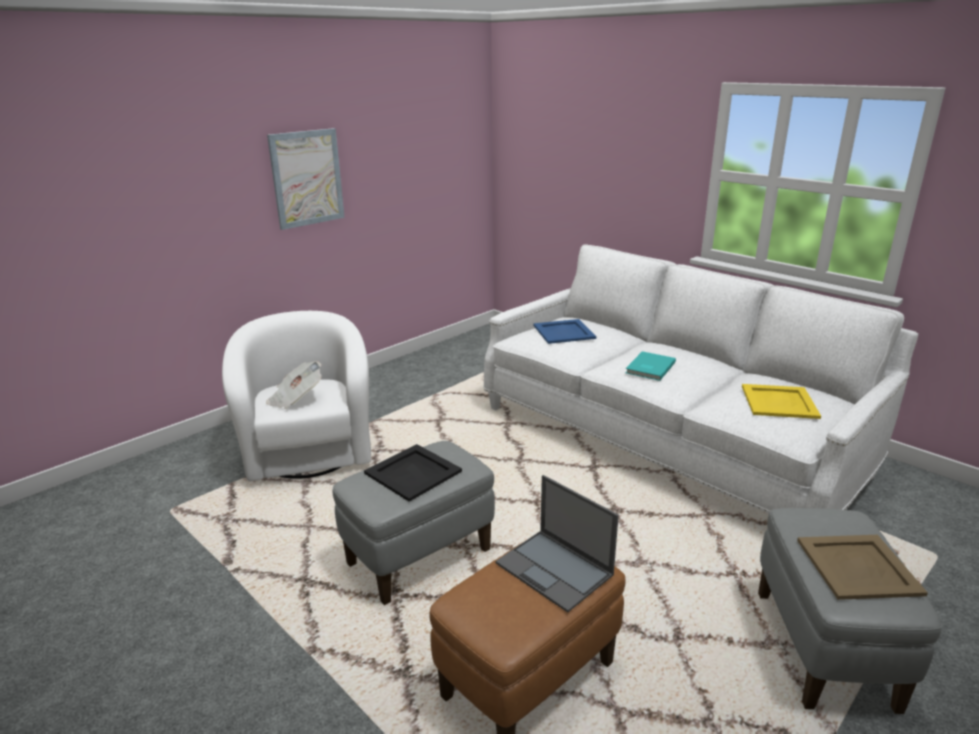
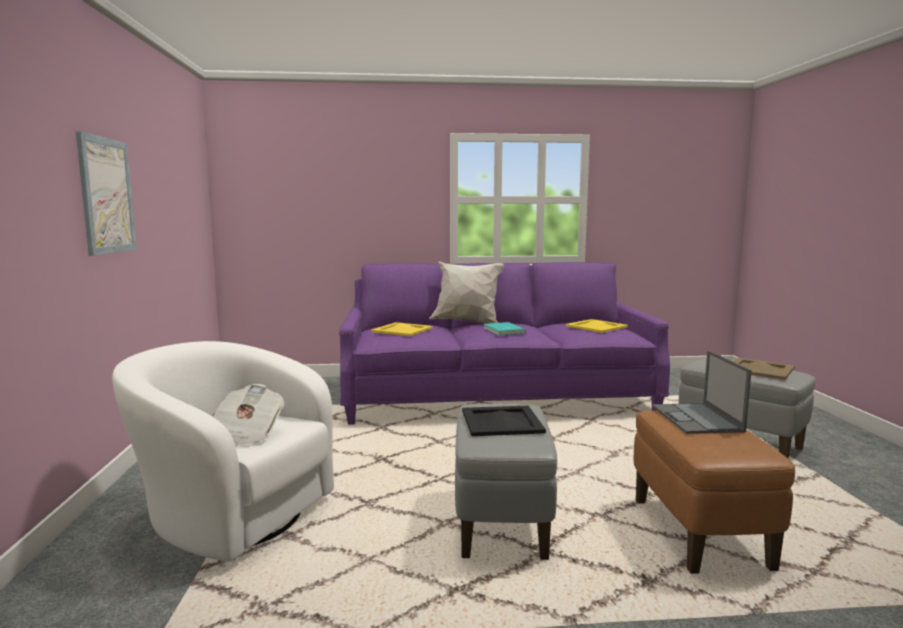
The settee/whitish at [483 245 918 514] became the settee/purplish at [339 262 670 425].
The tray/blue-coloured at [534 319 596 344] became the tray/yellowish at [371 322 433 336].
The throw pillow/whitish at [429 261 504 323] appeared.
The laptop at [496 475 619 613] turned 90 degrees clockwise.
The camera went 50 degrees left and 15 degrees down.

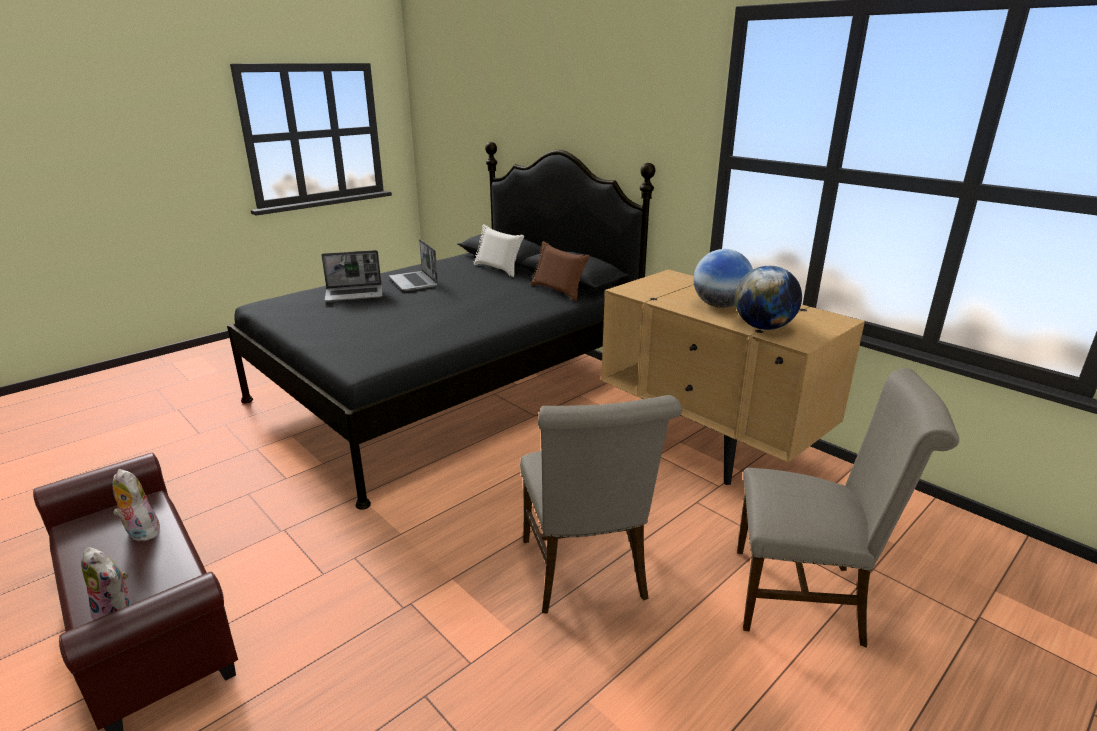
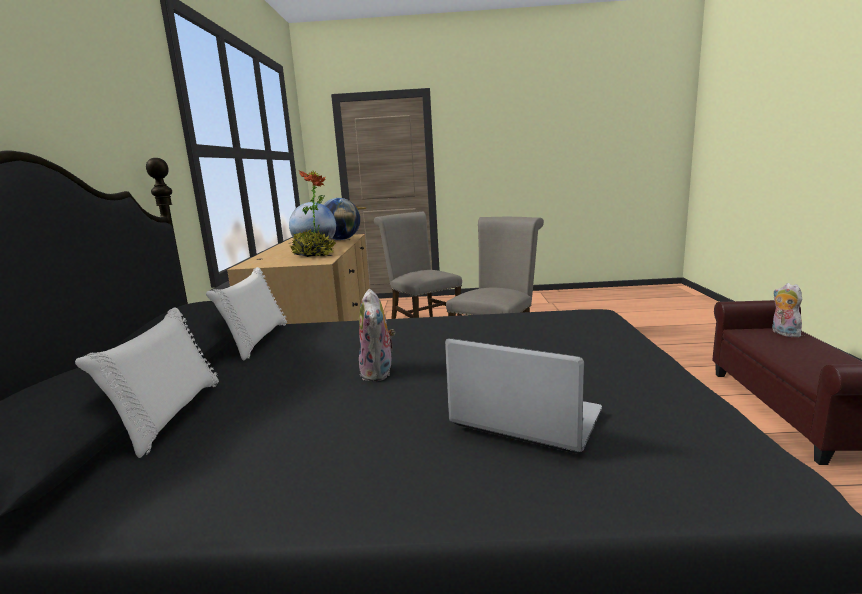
The throw pillow/brown-coloured at [530 241 590 301] became the throw pillow/whitish at [206 267 287 360].
The houseplant at [288 171 336 257] appeared.
The cuddly toy moved from [112 469 160 542] to [359 289 395 382].
The laptop at [389 239 438 291] disappeared.
The camera went 135 degrees left and 10 degrees down.

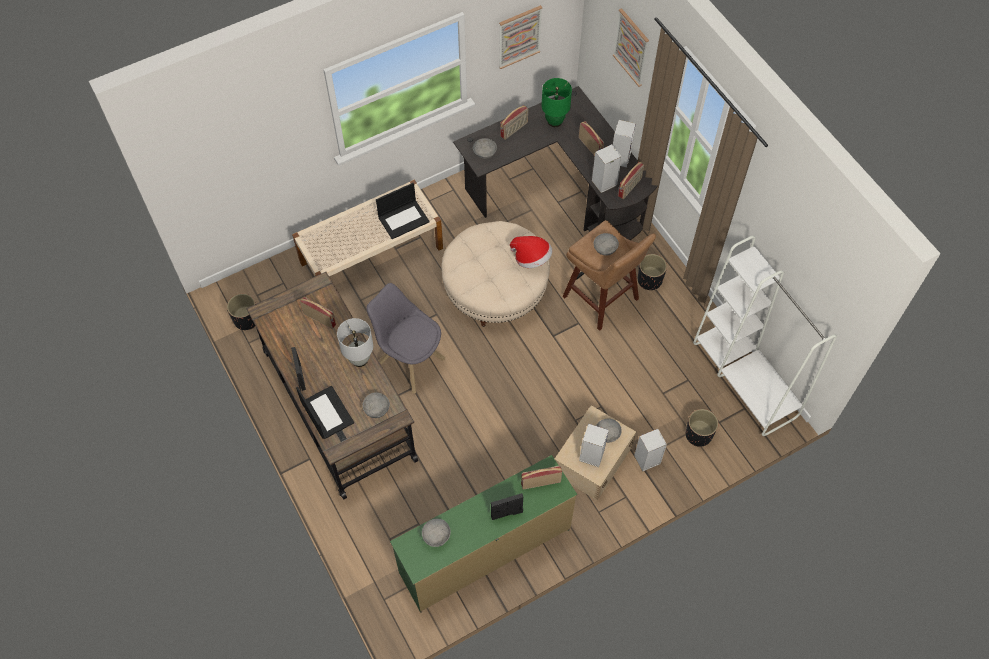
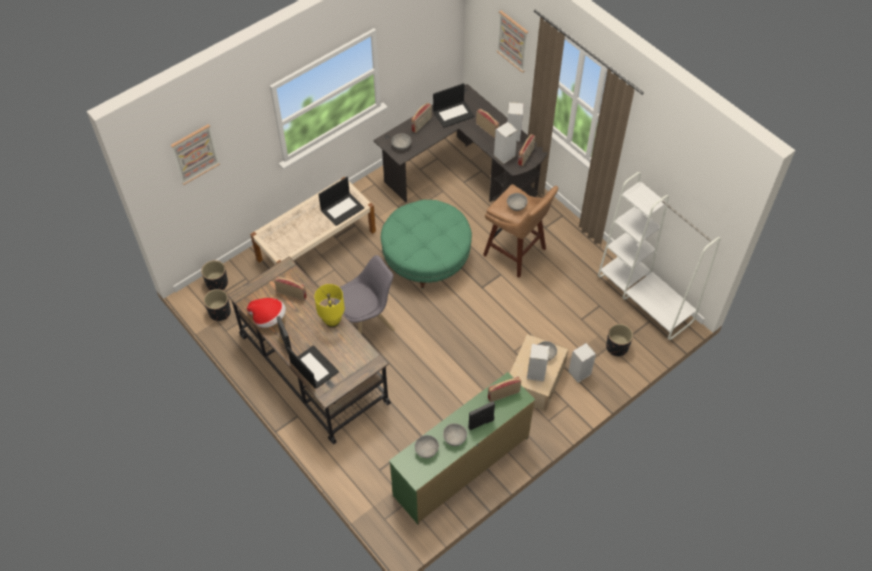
The wall picture moved from [499 5 543 69] to [171 124 220 185].
The flower pot/black moved from [638 254 667 290] to [201 260 228 291].
The wearable hat moved from [510 236 552 268] to [247 298 286 328].
The tabletop lamp/whitish at [337 318 373 367] became the tabletop lamp/yellowish at [314 284 345 327].
The upright chair/gray at [366 283 445 394] turned 120 degrees clockwise.
The pouffe/beige-coloured at [441 221 550 327] became the pouffe/green at [381 200 472 289].
The tabletop lamp/green at [542 78 572 127] was replaced by the laptop at [433 83 475 128].
The serving bowl/gray moved from [363 392 390 418] to [443 423 467 446].
The camera went 10 degrees left and 5 degrees down.

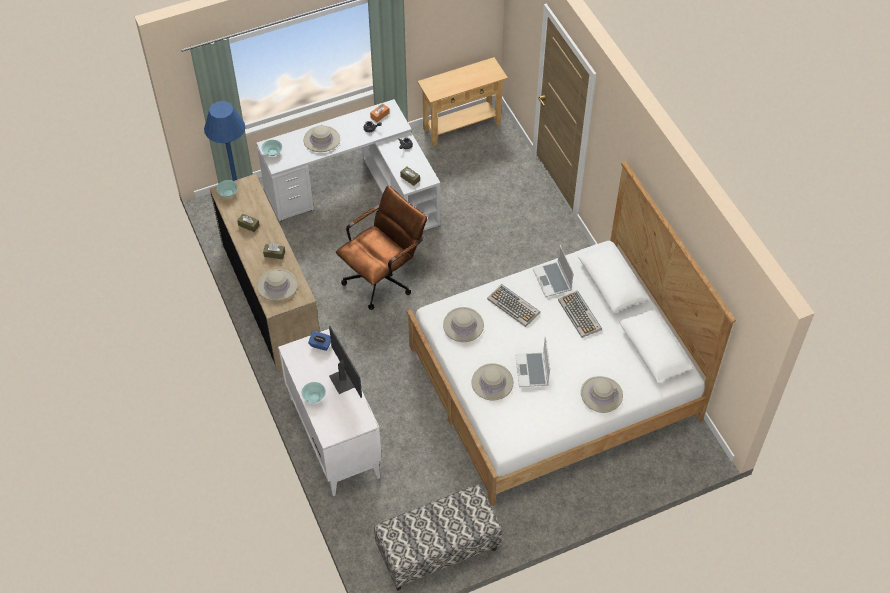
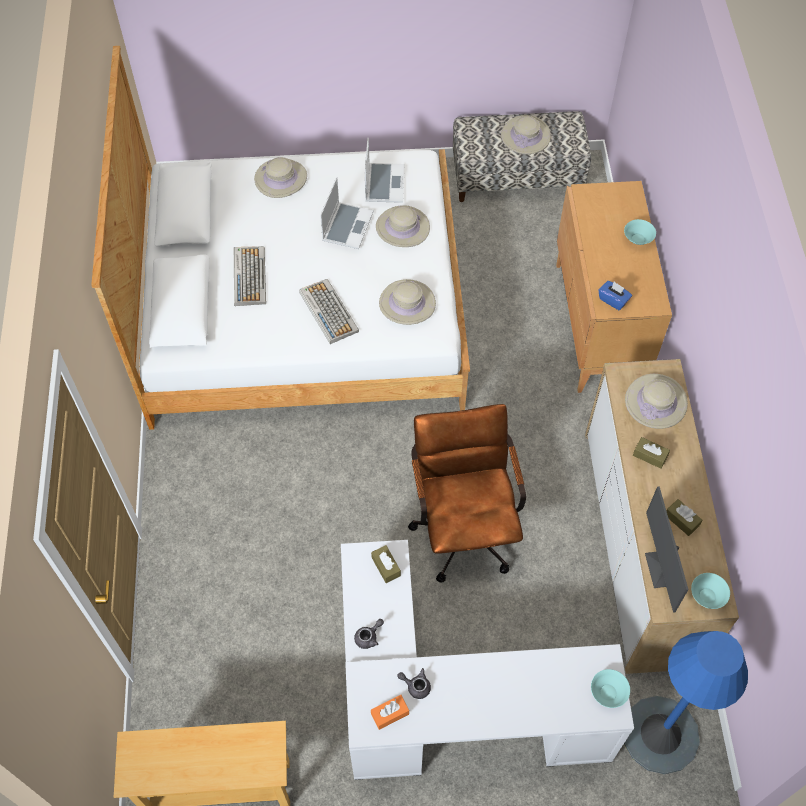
The laptop moved from [533 245 574 297] to [365 137 405 203].
The office chair/brown-coloured at [336 186 427 310] turned 105 degrees clockwise.
The wearable hat/beige-coloured moved from [303 125 340 152] to [501 115 551 154].
The cupboard/whitish at [278 329 382 496] became the cupboard/brown-coloured at [556 181 672 393].
The computer display moved from [329 326 362 398] to [645 486 689 613].
The camera went 160 degrees left and 5 degrees up.

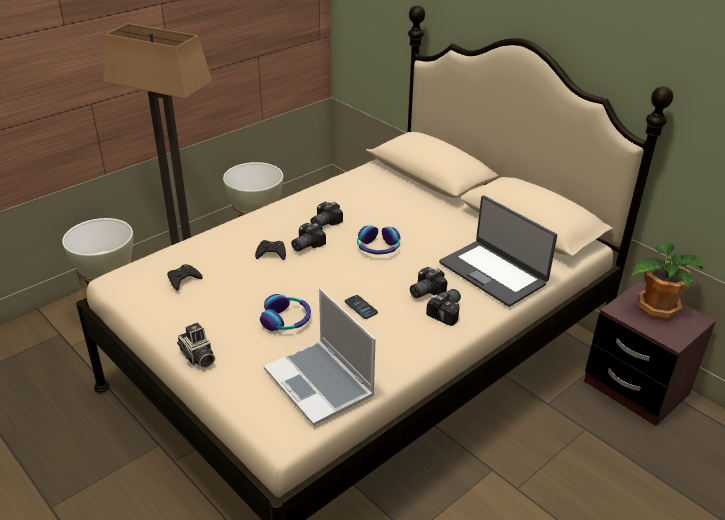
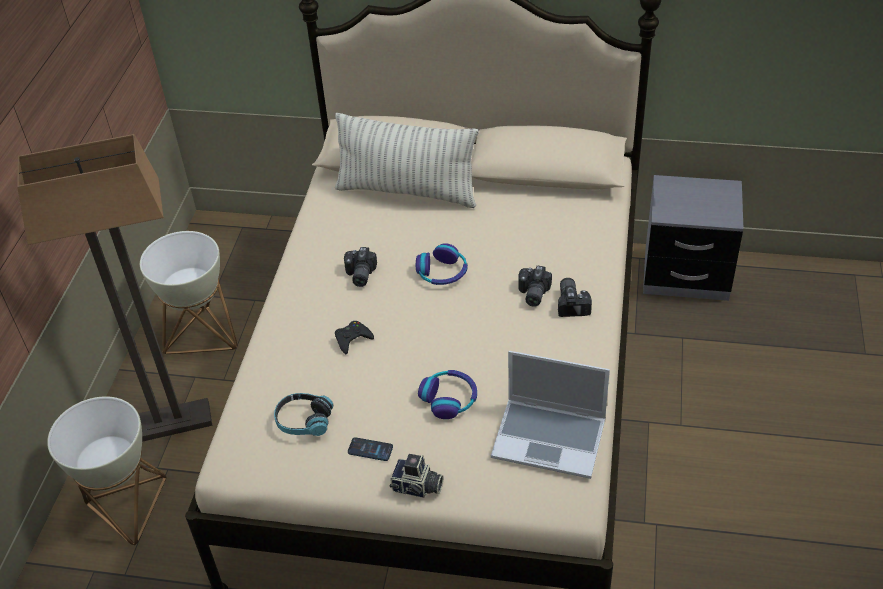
The game controller/black at [167 264 203 291] was replaced by the pair of headphones at [274 393 334 436].
The throw pillow at [335 113 479 208] appeared.
The handset moved from [345 295 378 319] to [348 437 393 461].
The night table/brown-coloured at [584 281 716 426] became the night table/gray at [643 175 743 301].
The photo camera at [291 223 326 252] disappeared.
The laptop at [439 195 557 307] disappeared.
The houseplant at [631 243 703 320] disappeared.
The camera went 35 degrees left and 10 degrees up.

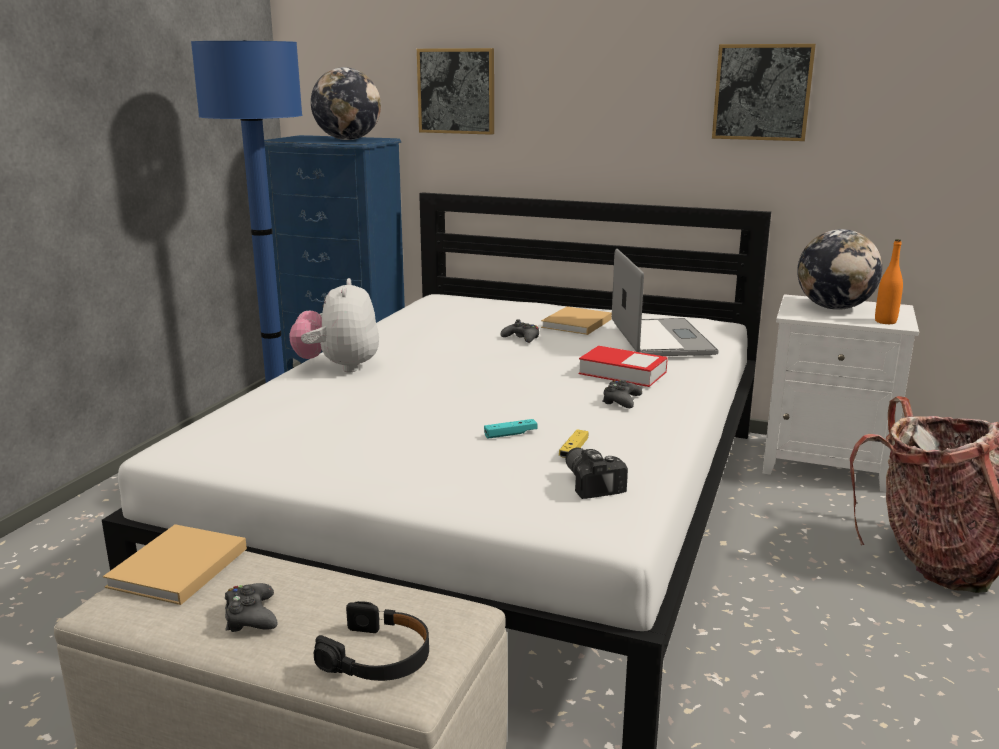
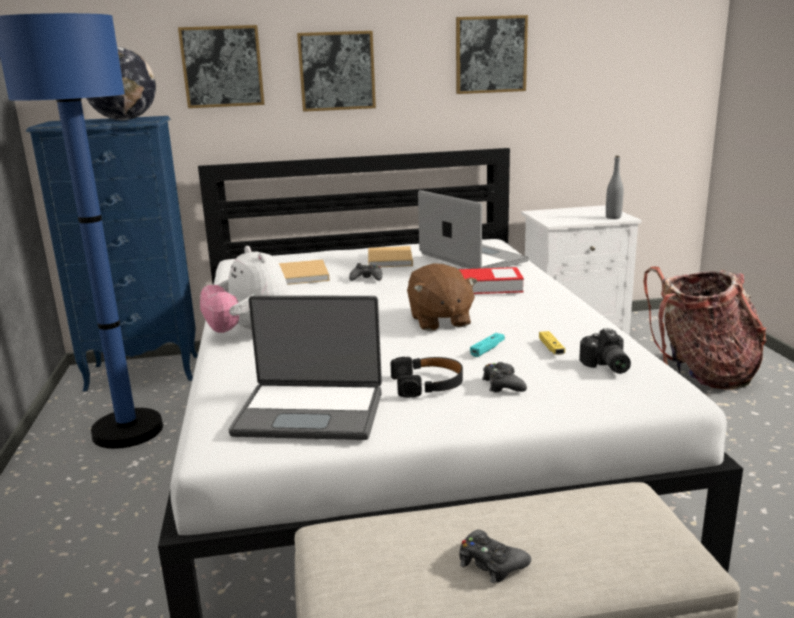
The laptop at [229 295 382 440] appeared.
The volume/beige-coloured moved from [103 524 247 605] to [279 259 329 285].
The wall picture at [297 31 376 112] appeared.
The pair of headphones/black moved from [314 601 429 681] to [391 357 463 398].
The cuddly toy/brown-coloured at [407 263 477 331] appeared.
The game controller/black moved from [602 380 642 408] to [482 362 527 393].
The photo camera at [566 448 628 499] turned 135 degrees counterclockwise.
The bottle/orange at [875 239 903 324] became the bottle/gray at [606 156 624 219].
The desk globe at [797 229 882 310] disappeared.
The camera went 30 degrees left and 0 degrees up.

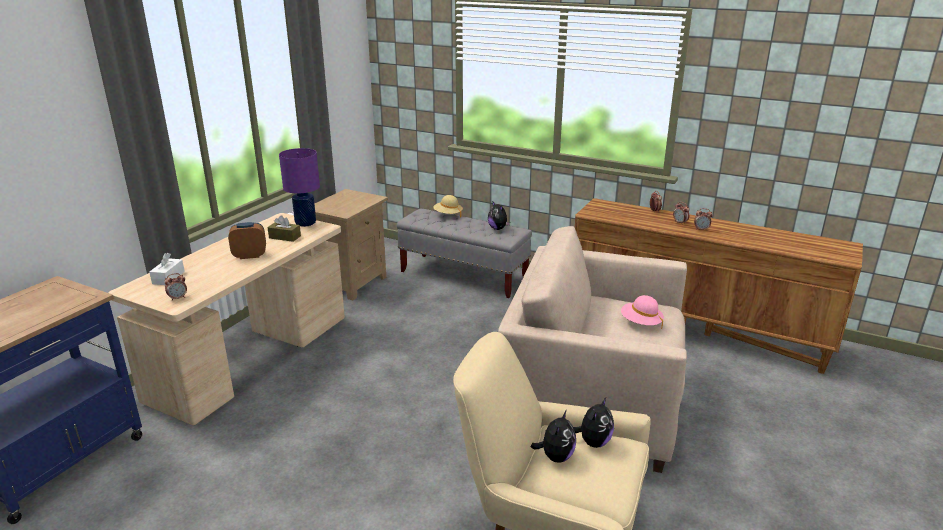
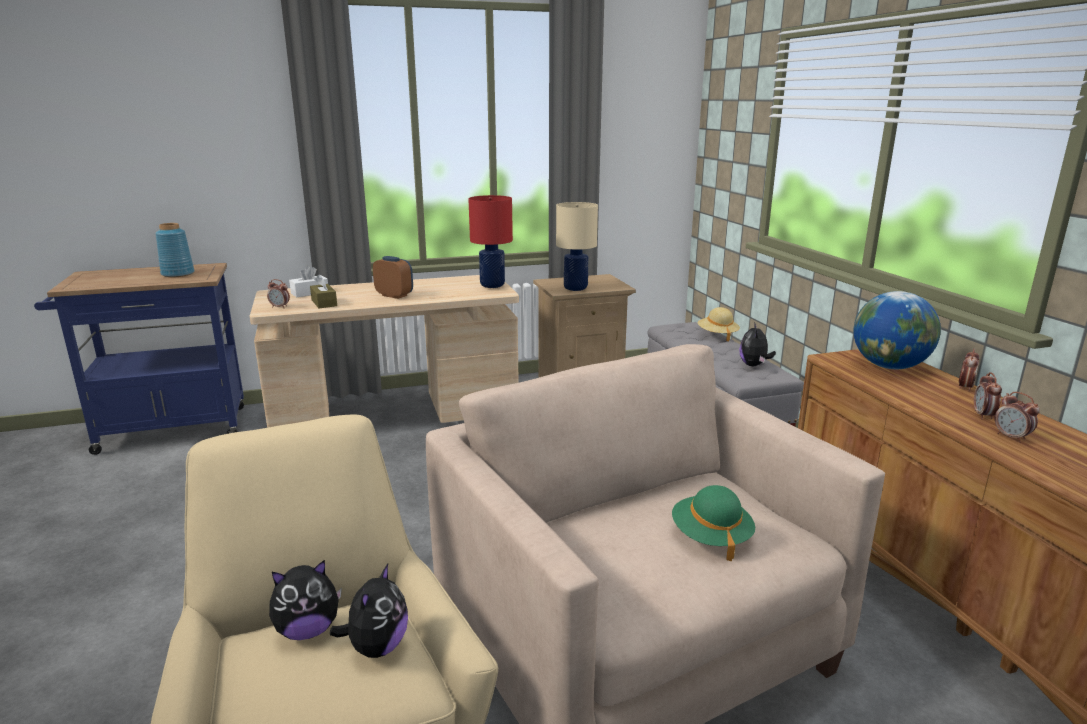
The vase/blue-coloured at [155 223 195 278] appeared.
The tissue box/brown-coloured moved from [267 215 301 242] to [310 274 337 308].
The cuddly toy at [573 398 614 448] turned 60 degrees counterclockwise.
The tabletop lamp/purplish at [279 148 320 227] became the tabletop lamp/reddish at [468 195 513 288].
The tabletop lamp/beige-coloured at [556 202 598 291] appeared.
The wearable hat/pinkish at [621 295 664 329] became the wearable hat/green at [672 485 755 561].
The desk globe at [853 291 941 369] appeared.
The camera went 45 degrees right and 5 degrees down.

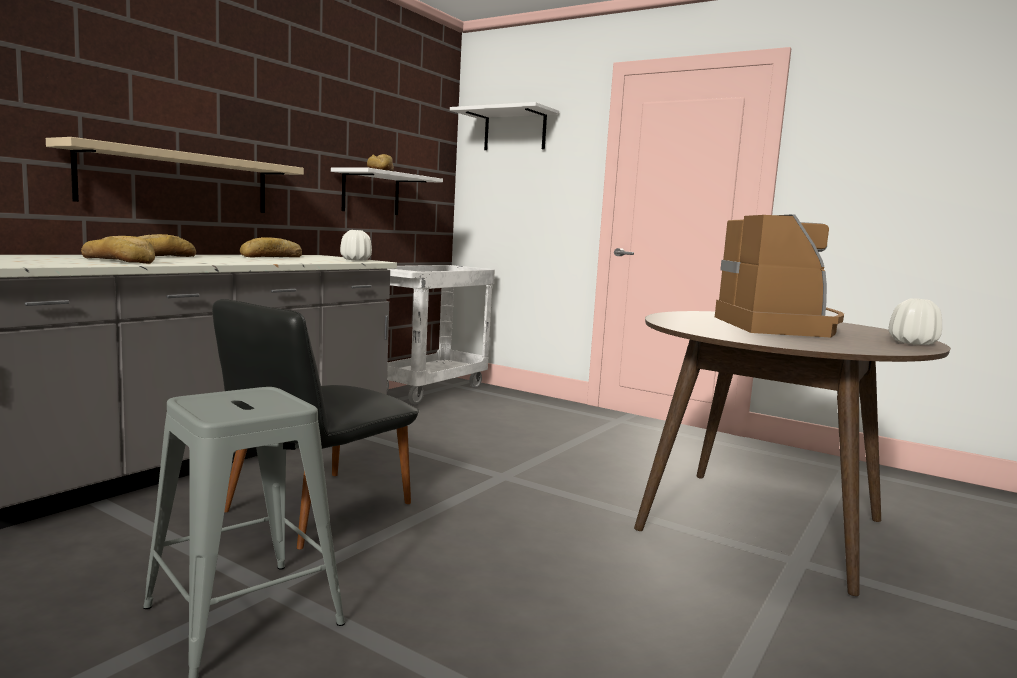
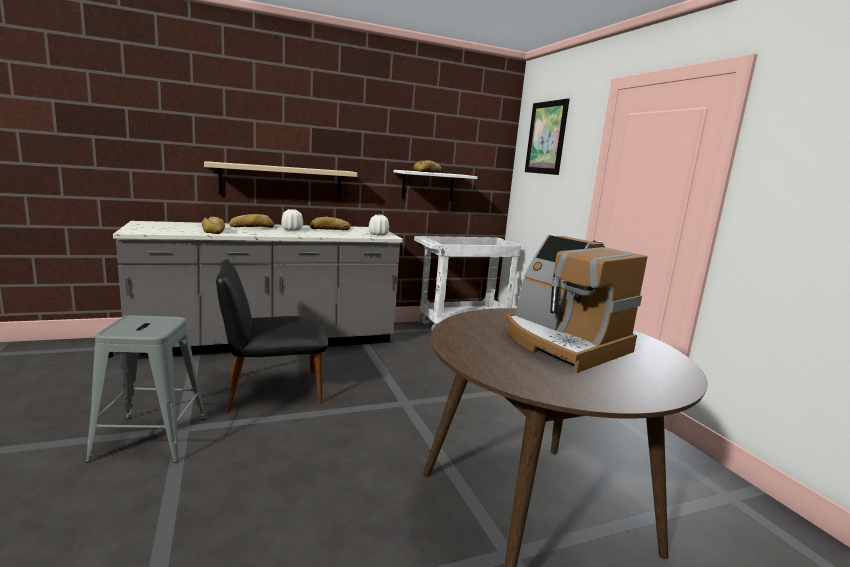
The vase/whitish moved from [889 298 942 345] to [281 209 303 231].
The coffee machine at [715 214 844 338] turned 105 degrees clockwise.
The wall shelf/whitish at [450 102 559 150] was replaced by the wall picture at [525 98 570 175].
The camera went 35 degrees right and 5 degrees up.

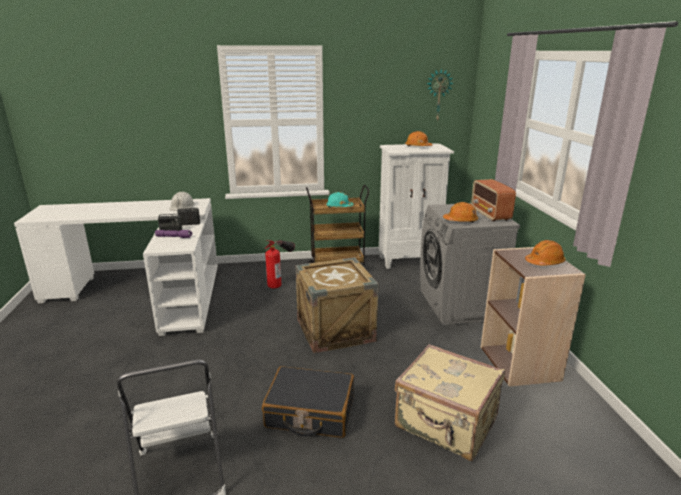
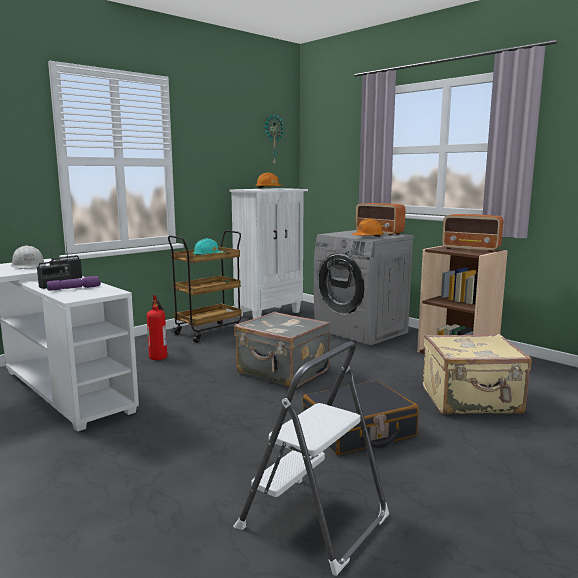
The crate at [295 257 378 353] was replaced by the travel case/gray at [234 312 331 387].
The hard hat/orange at [525 240 566 266] was replaced by the radio at [442 214 503 252].
The camera went 35 degrees left and 10 degrees down.

